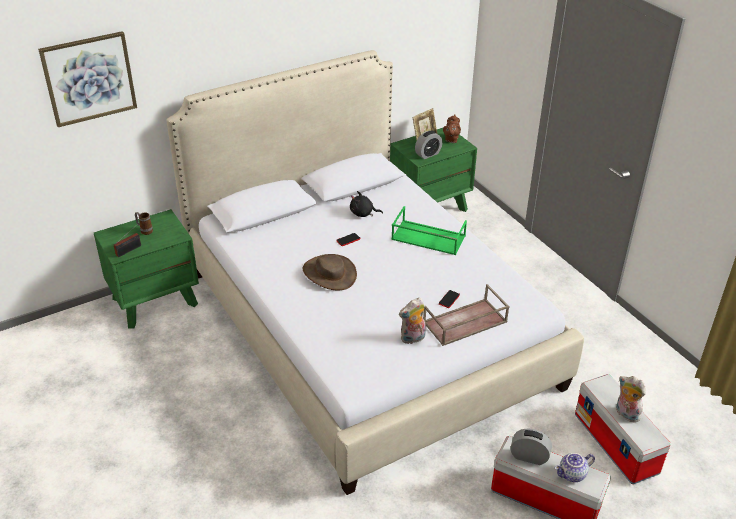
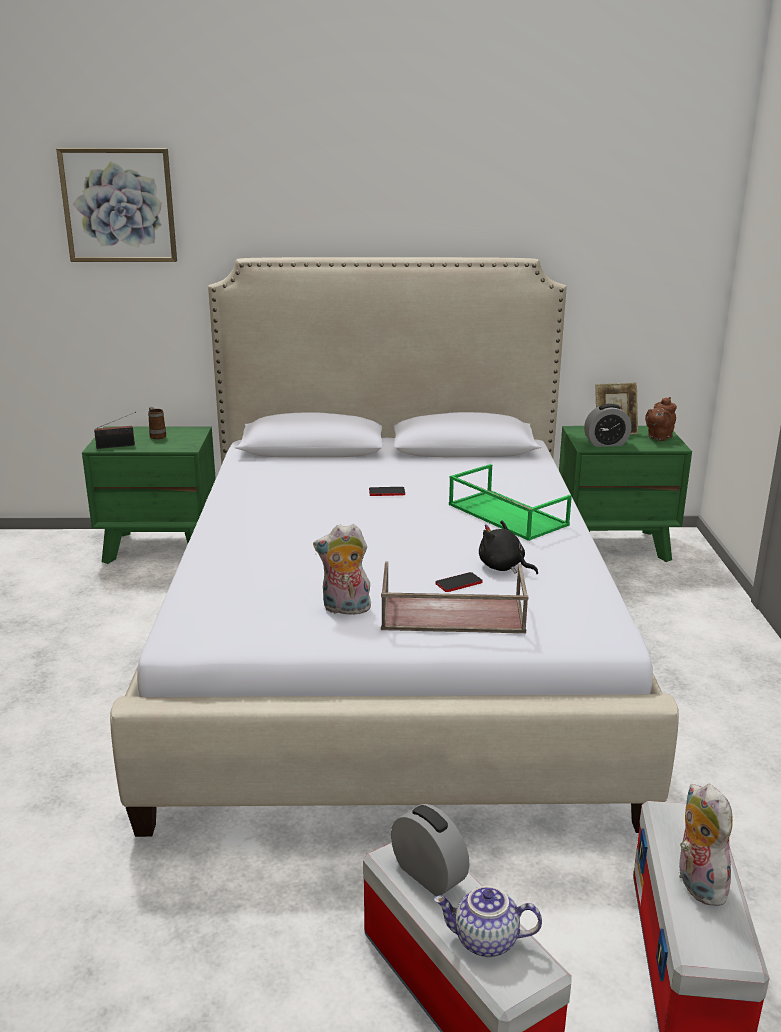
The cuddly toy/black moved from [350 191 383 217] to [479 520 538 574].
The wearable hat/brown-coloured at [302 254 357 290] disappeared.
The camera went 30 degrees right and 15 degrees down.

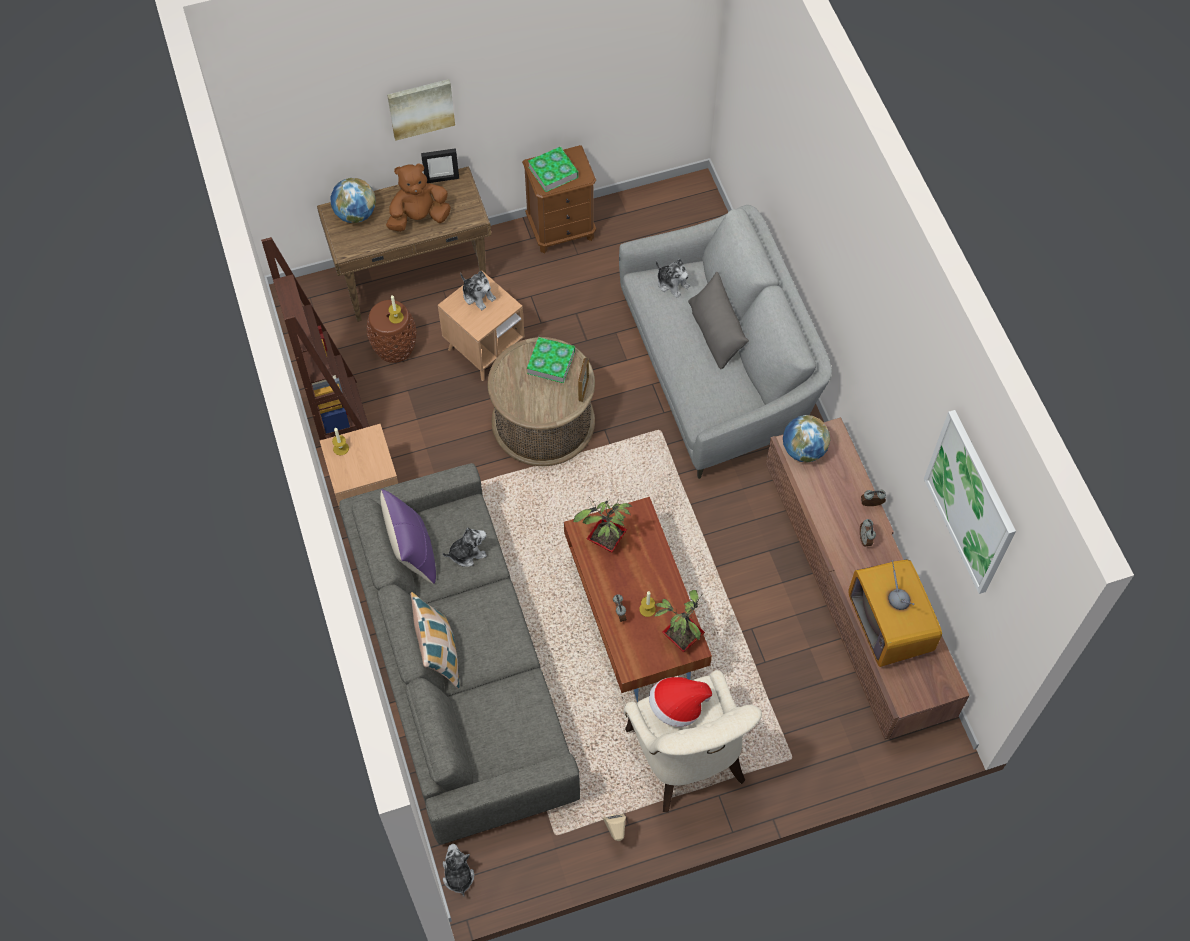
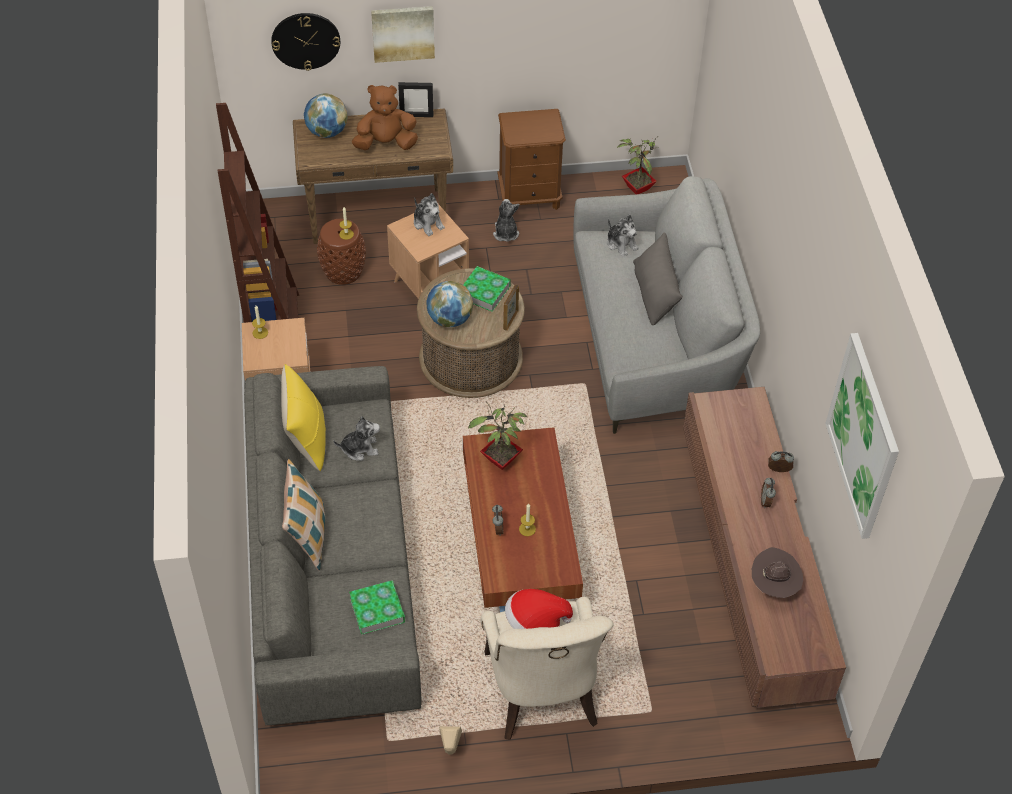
The wall clock at [271 13 340 71] appeared.
The throw pillow/purplish at [380 489 436 584] became the throw pillow/yellowish at [281 364 326 471].
The volume moved from [528 147 578 192] to [349 580 405 635].
The desk globe moved from [783 415 830 463] to [426 281 473 327].
The cuddly toy moved from [443 844 474 896] to [493 199 520 242].
The houseplant moved from [655 590 706 652] to [617 135 659 194].
The TV set at [848 559 942 667] was replaced by the wearable hat/brown-coloured at [752 547 803 598].
The camera went 10 degrees right and 10 degrees down.

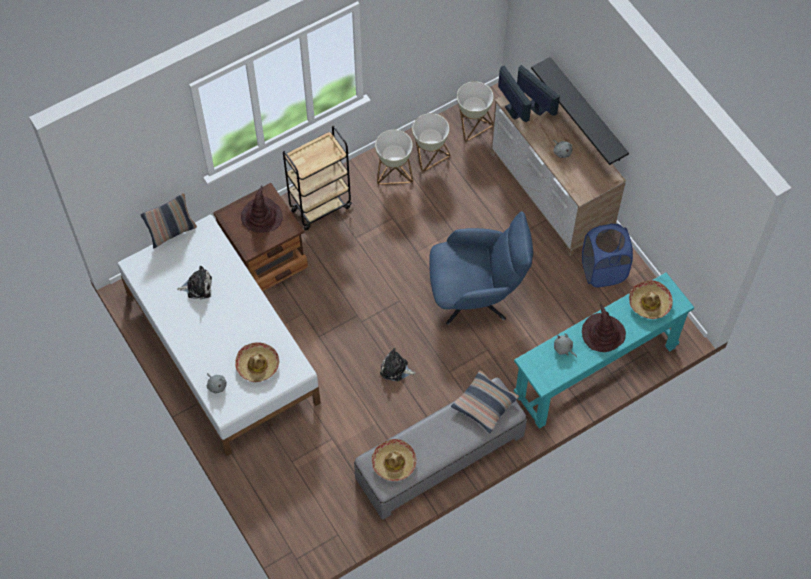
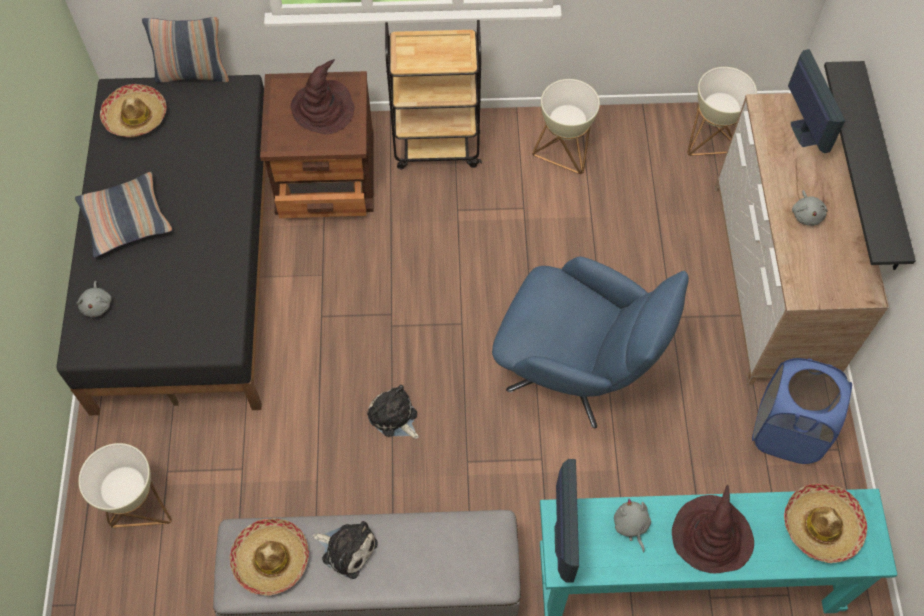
The sleeping bed/whitish at [118 215 321 457] became the sleeping bed/black at [57 75 266 416].
The throw pillow moved from [451 370 519 434] to [75 172 173 258].
The flower pot moved from [412 113 451 171] to [78 443 172 528].
The wearable hat moved from [235 342 279 382] to [100 84 167 138].
The cuddly toy moved from [177 266 212 300] to [313 521 378 579].
The computer display moved from [498 66 531 122] to [555 459 579 583].
The camera went 30 degrees right and 0 degrees up.

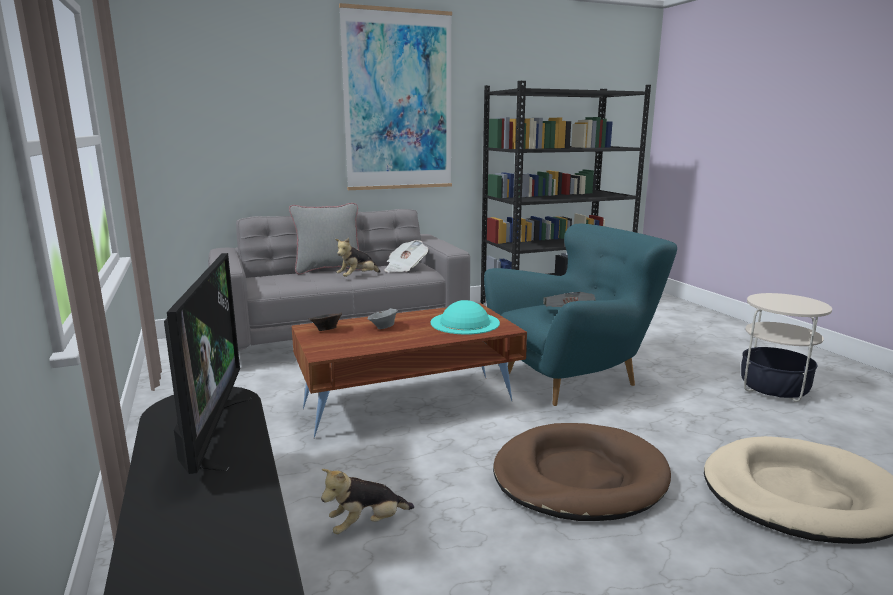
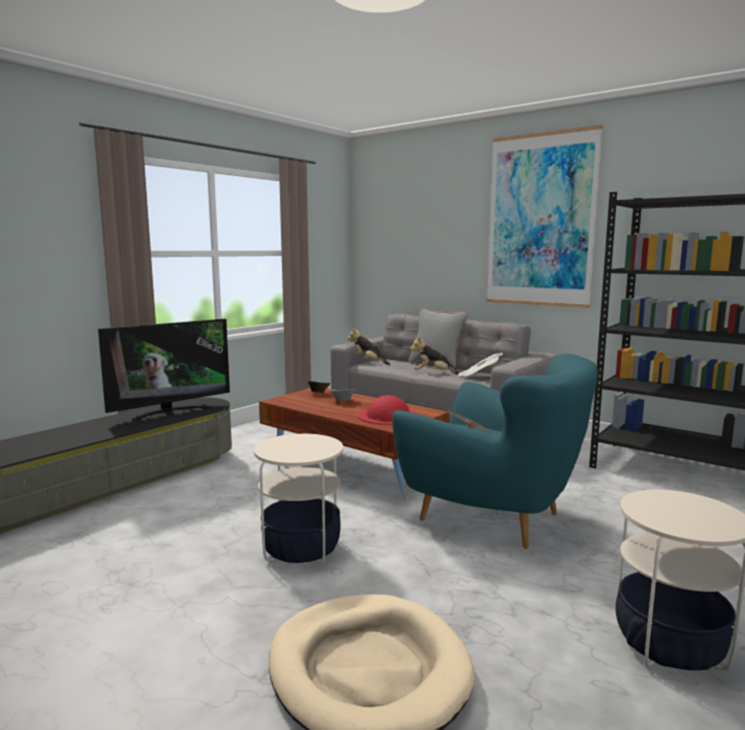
The dog cushion/brown-coloured at [493 423 671 521] was replaced by the end table/beige-coloured at [254 434 343 565].
The cuddly toy moved from [321 469 414 534] to [347 328 390 365].
The wearable hat/blue-green at [431 300 500 335] became the wearable hat/reddish at [357 395 419 425].
The camera went 60 degrees right and 5 degrees down.

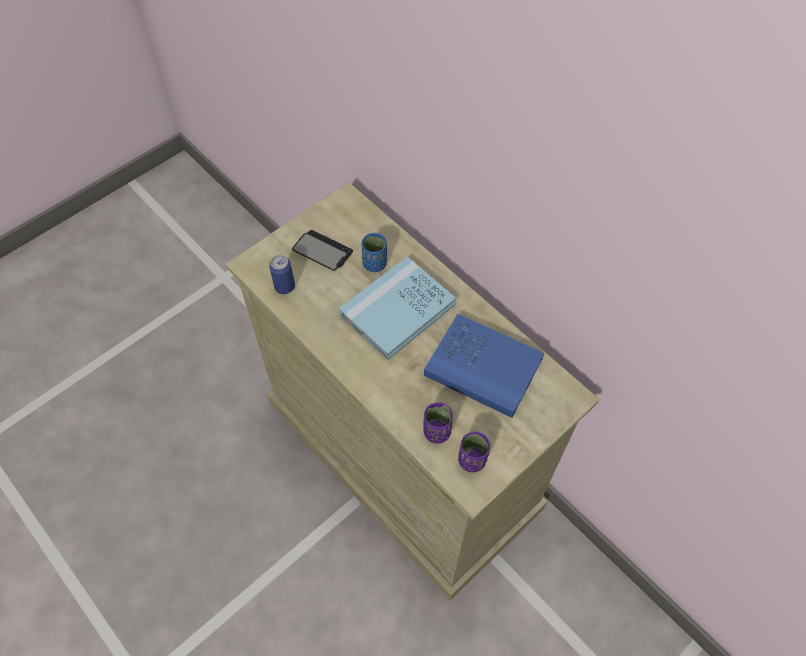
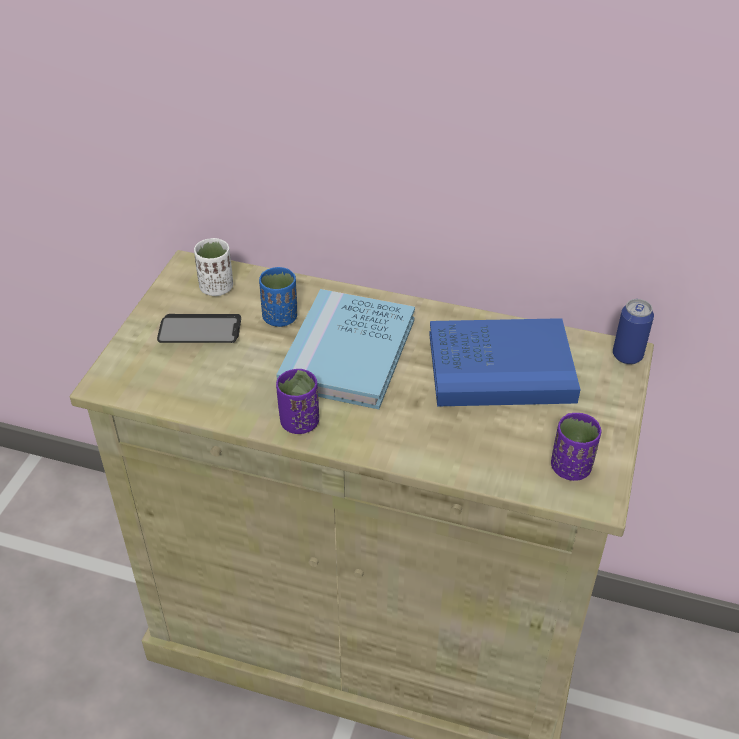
The drinking cup/whitish at [194 238 233 296] appeared.
The drinking cup/purplish moved from [423 402 453 444] to [276 369 319 434].
The sealed can moved from [269 255 295 294] to [613 299 654 365].
The camera went 30 degrees left and 15 degrees down.

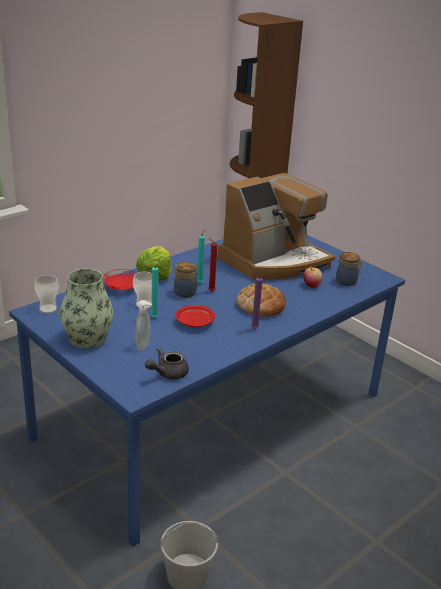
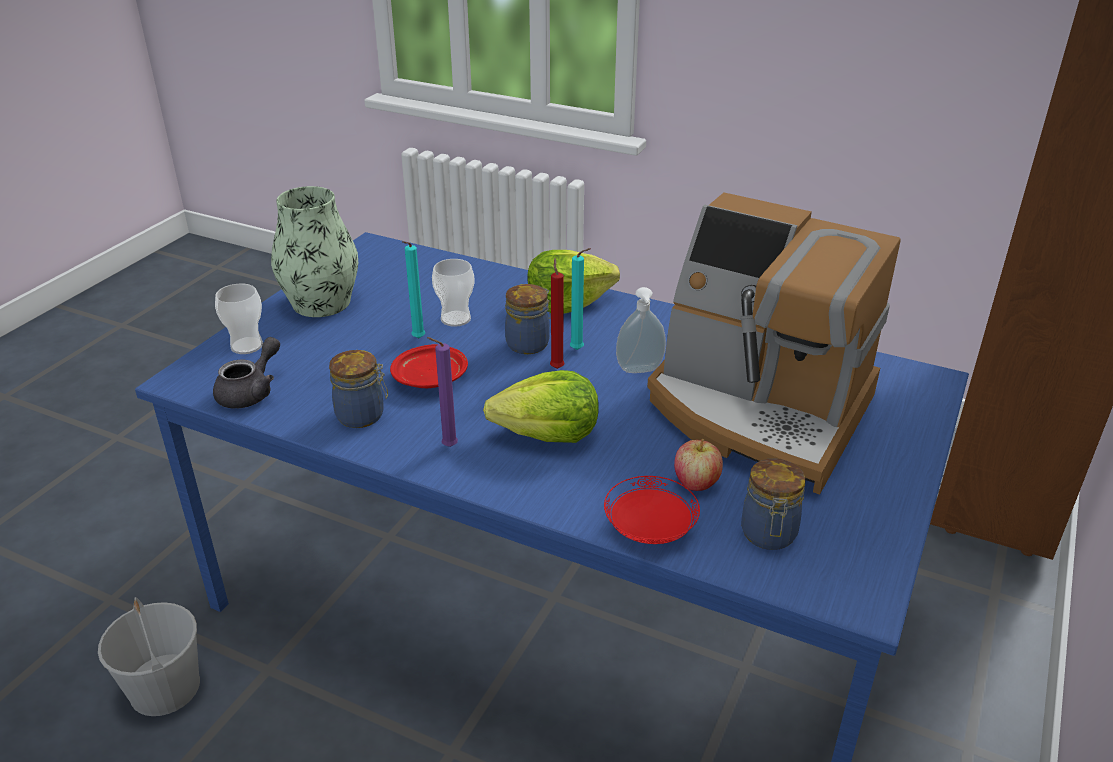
The pot for tea/gray at [145 348 189 380] turned 90 degrees clockwise.
The drinking cup moved from [34 275 59 313] to [215 284 263 354].
The jar at [329 350 388 428] appeared.
The bakery bread at [236 284 286 317] was replaced by the lettuce at [483 370 599 443].
The dinner plate/reddish moved from [103 269 136 290] to [604 476 700 544].
The soap bottle moved from [136 300 152 351] to [616 287 666 373].
The camera went 70 degrees right and 5 degrees up.

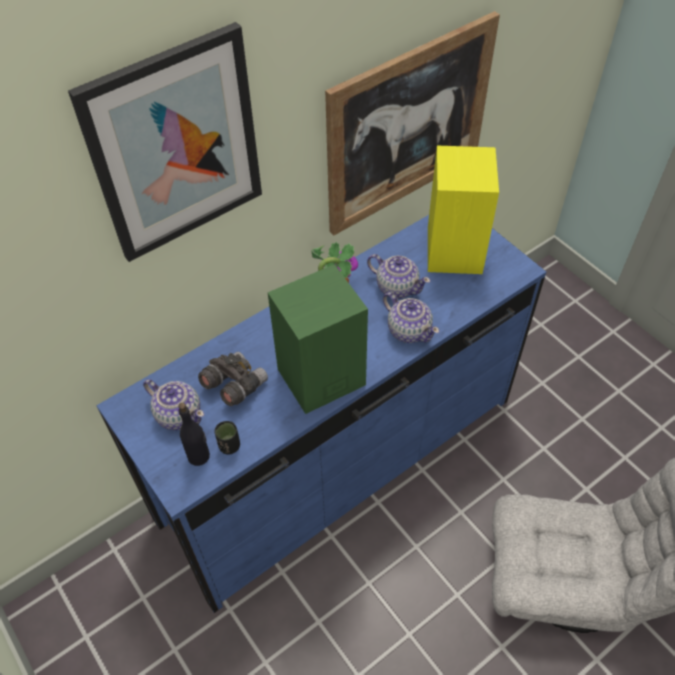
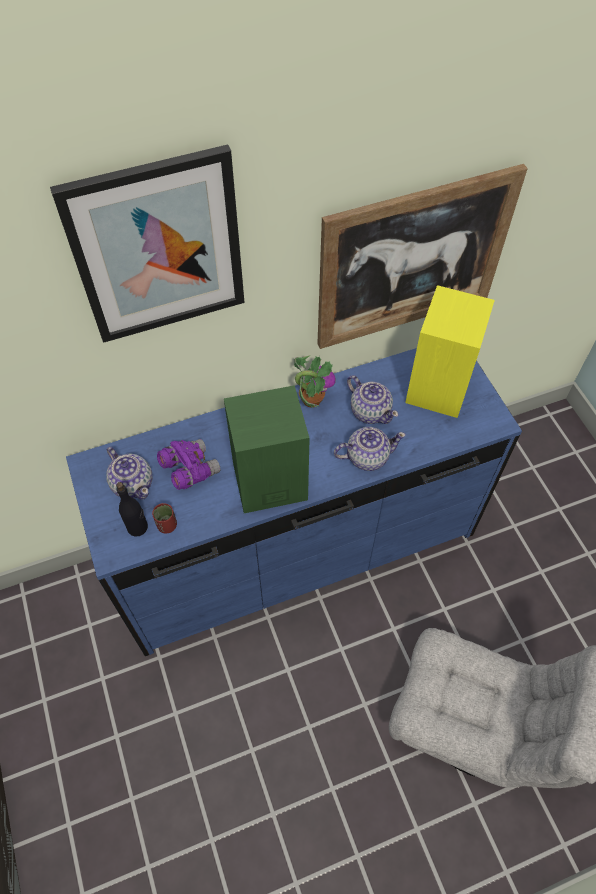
The drinking cup/black at [214 421 240 454] became the drinking cup/reddish at [152 503 177 534].
The field glasses/gray at [198 352 268 406] became the field glasses/purplish at [157 439 220 490].
The pot for tea at [383 292 440 343] turned 75 degrees counterclockwise.
The camera went 15 degrees right and 5 degrees up.

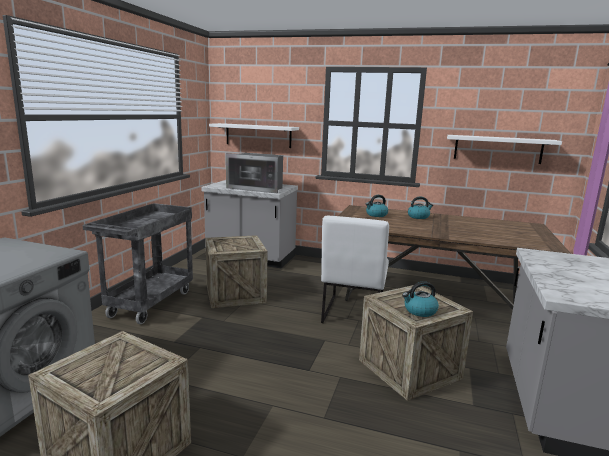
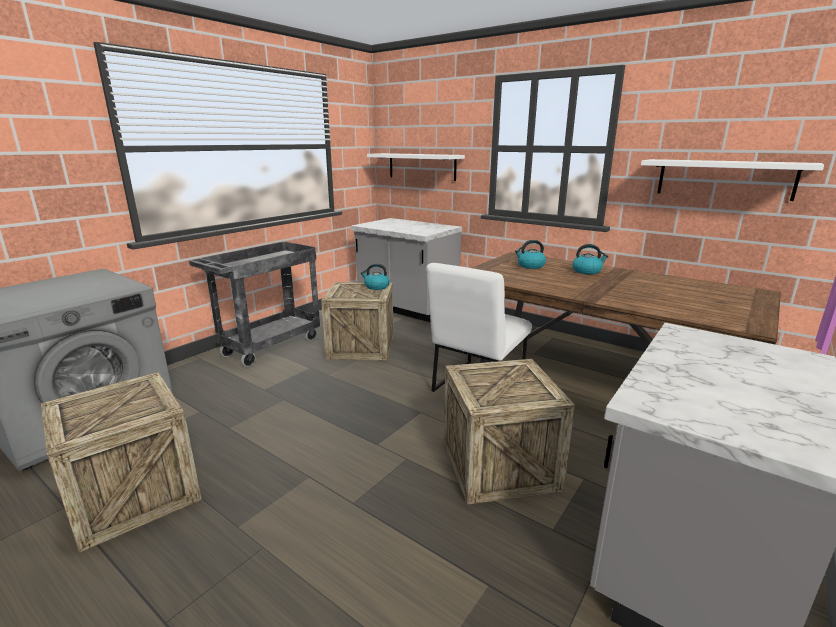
The kettle moved from [402 281 439 317] to [361 263 390 290].
The kitchen microwave at [226 153 283 193] disappeared.
The camera went 20 degrees right and 5 degrees up.

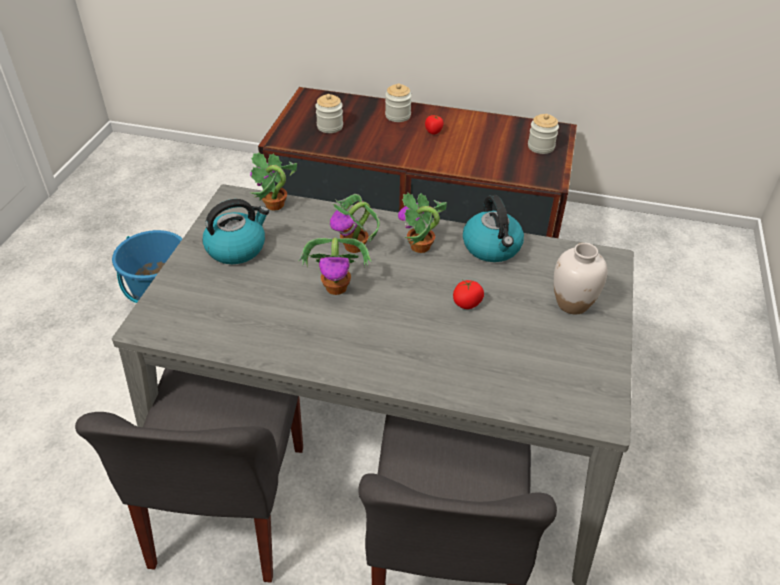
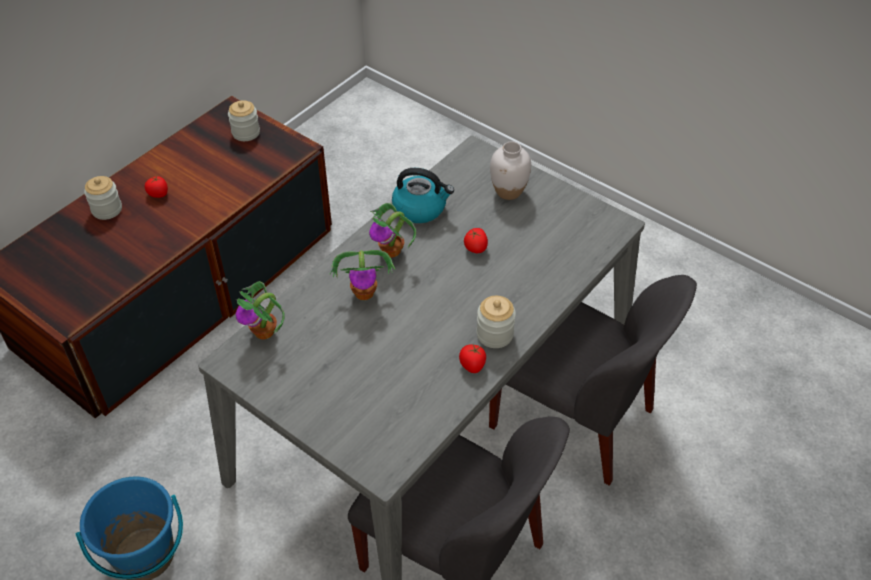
The fresh tomato at [459 344 486 373] appeared.
The jar moved from [315 94 343 133] to [476 296 516 348].
The kettle at [202 199 269 264] disappeared.
The houseplant at [298 238 371 295] disappeared.
The camera went 65 degrees left and 5 degrees up.

